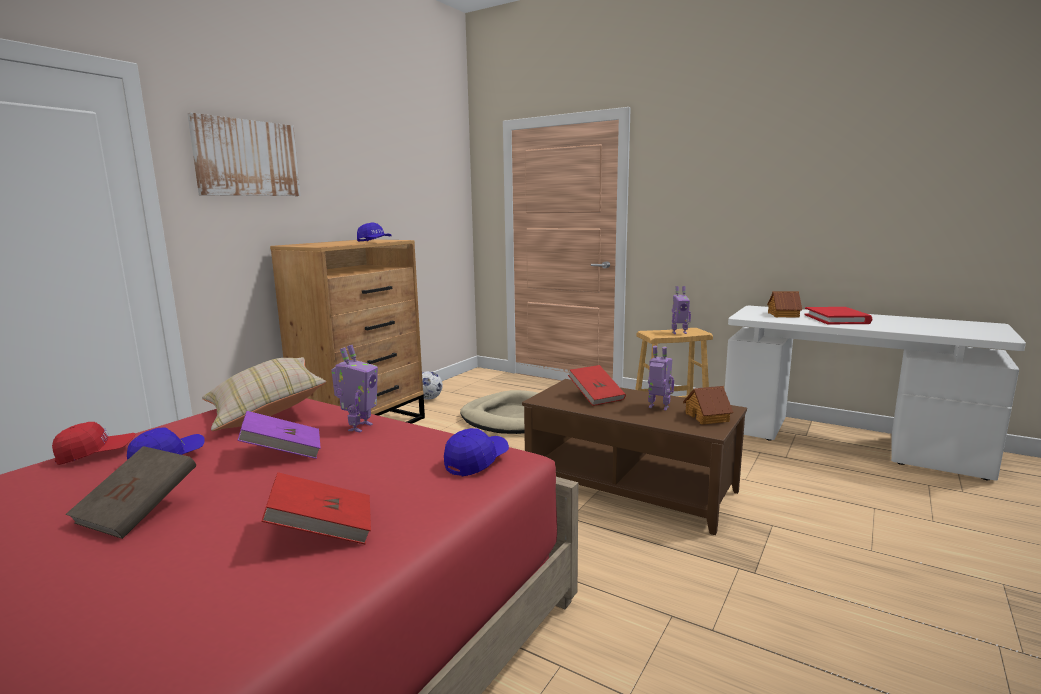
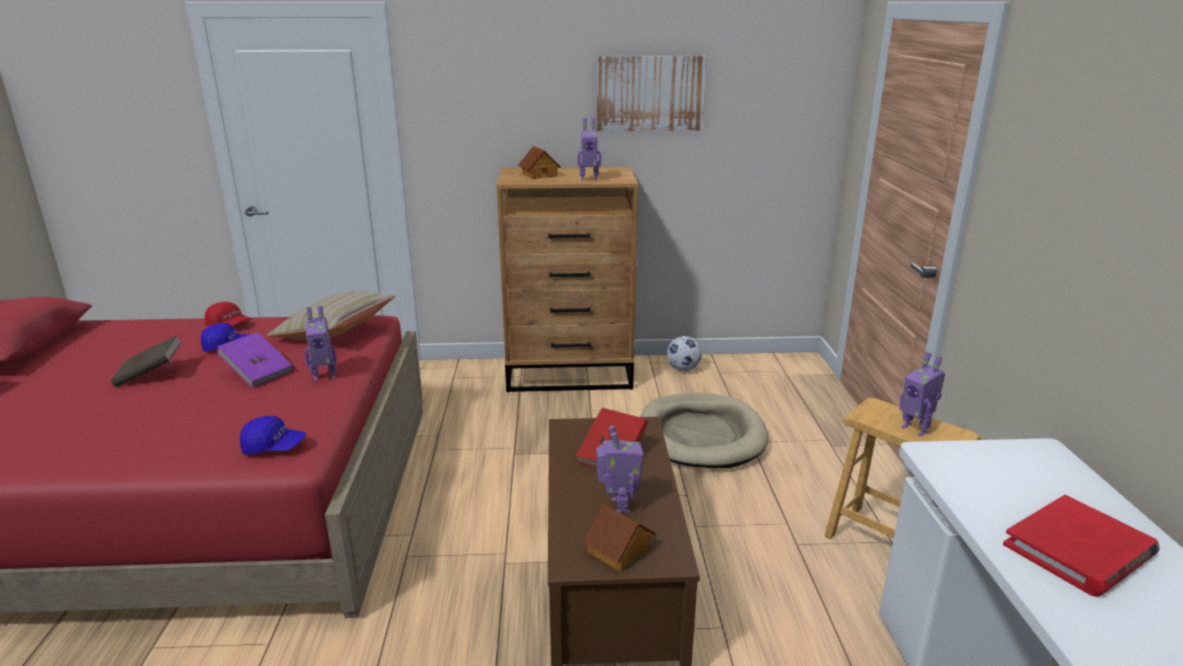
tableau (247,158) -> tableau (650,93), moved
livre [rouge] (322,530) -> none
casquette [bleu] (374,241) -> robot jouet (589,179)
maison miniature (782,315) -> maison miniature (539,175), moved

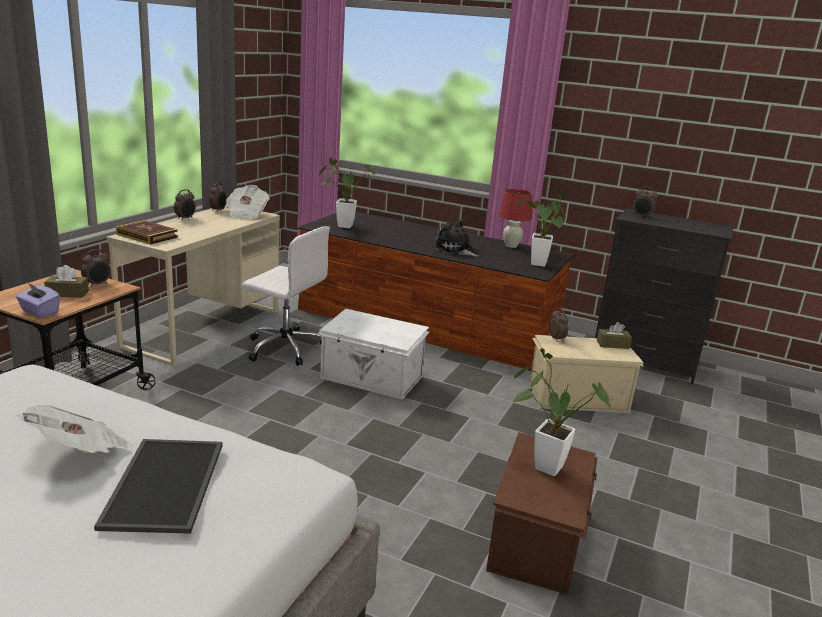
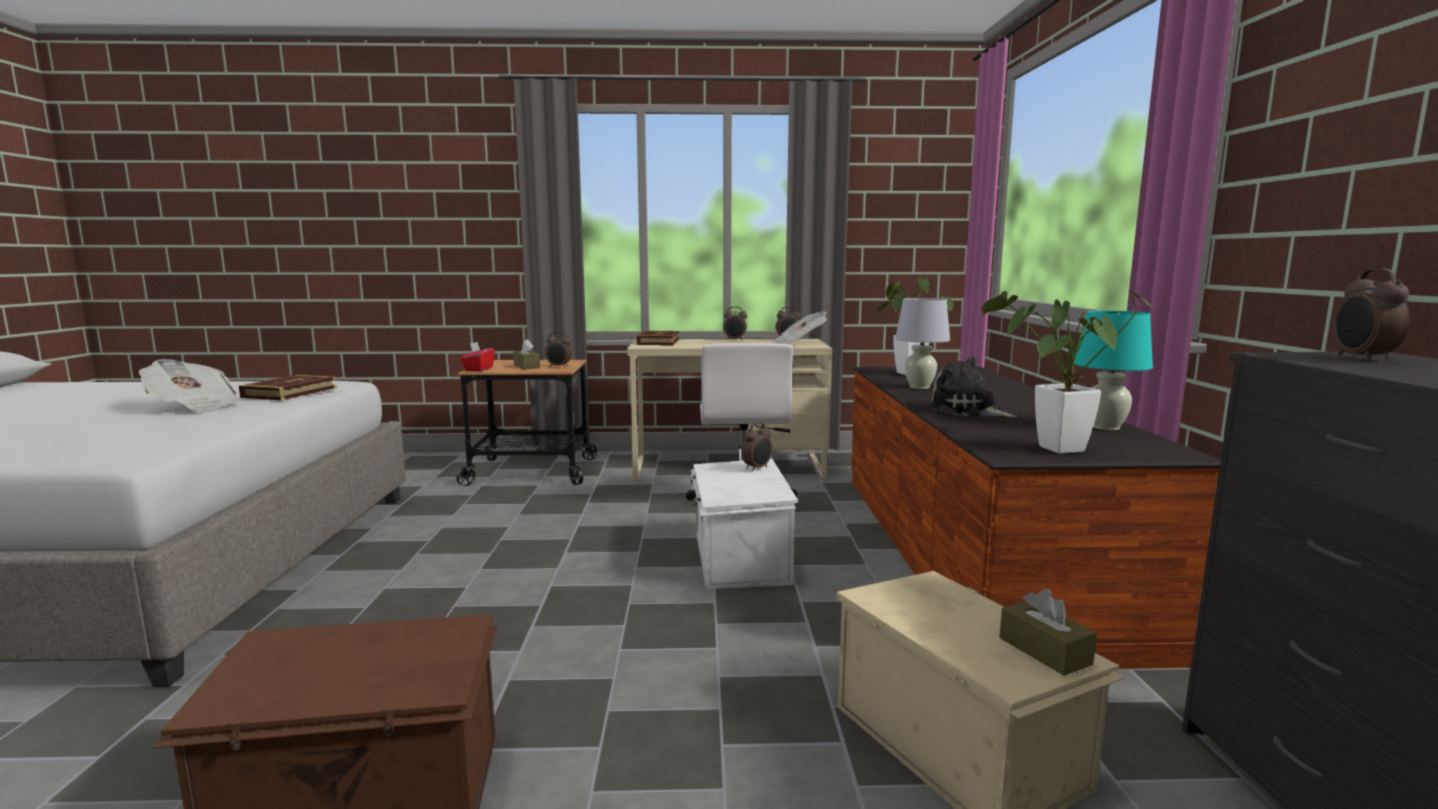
boîte à mouchoirs [violet] (39,312) -> boîte à mouchoirs [rouge] (478,369)
plateau (167,485) -> none
peluche (455,250) -> peluche (968,410), 60 degrees counterclockwise
lampe de table [rouge] (511,246) -> lampe de table [turquoise] (1106,427)
plante en pot (542,465) -> none
réveil (557,339) -> réveil (757,468), moved
none -> livre (290,392)
none -> lampe de table [blanc] (919,387)

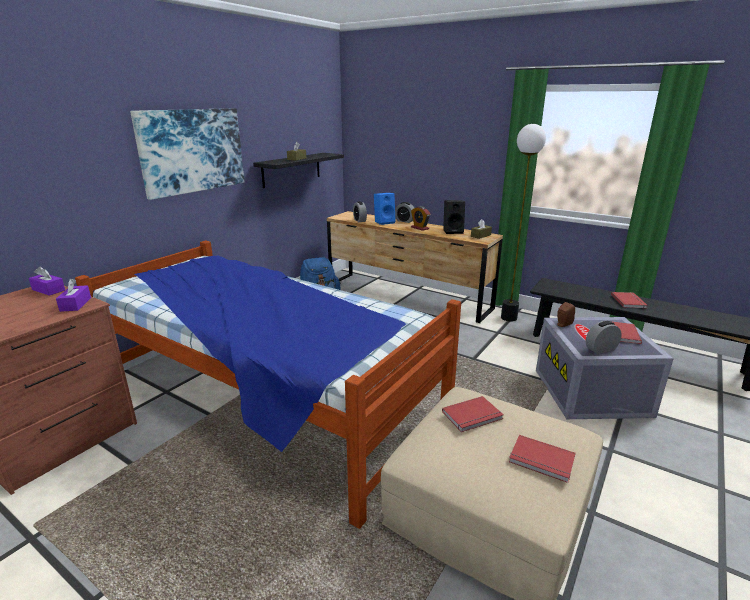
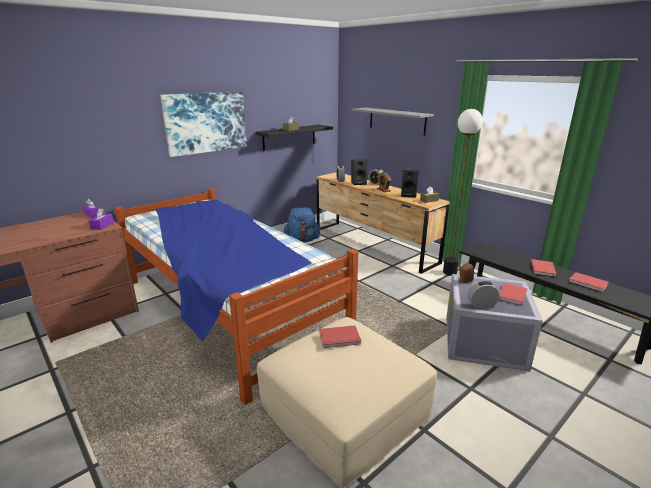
enceinte [bleu] (384,222) -> enceinte [noir] (359,183)
livre [rouge] (541,461) -> livre [rouge] (588,283), moved
none -> étagère [gris] (397,121)

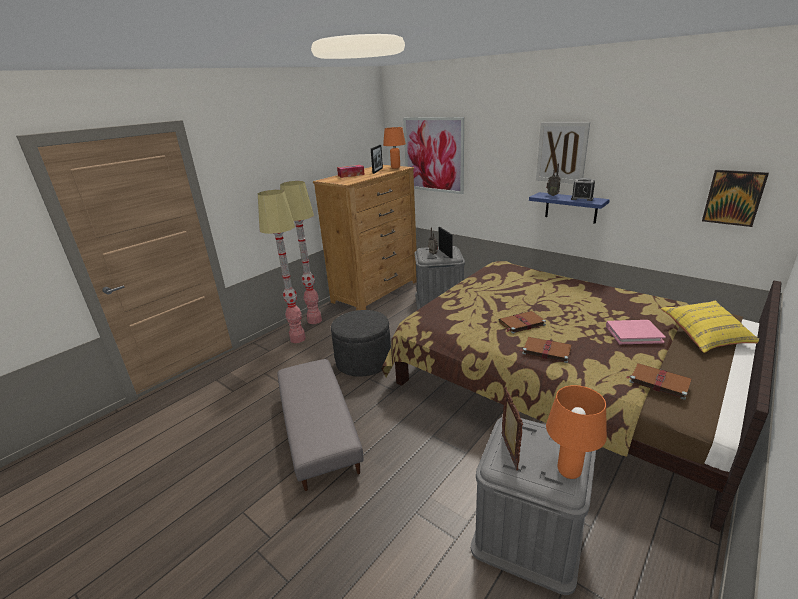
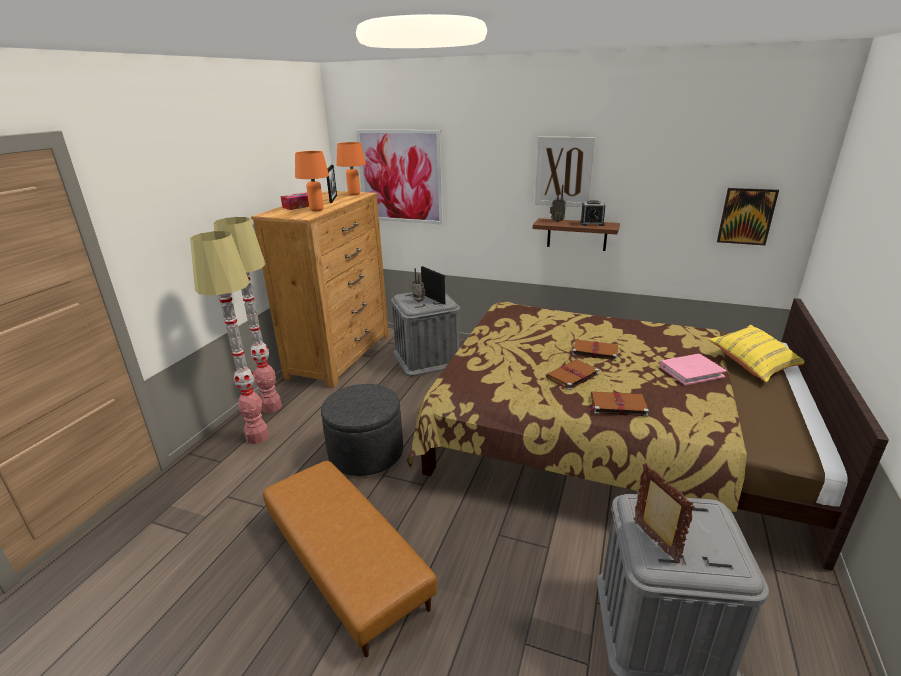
pouf [gris] (318,430) -> pouf [marron] (345,563)
étagère [bleu] (571,207) -> étagère [marron] (577,234)
lampe de table [orange] (569,472) -> lampe de table [orange] (317,210), moved
livre [marron] (658,382) -> livre [marron] (594,351), moved

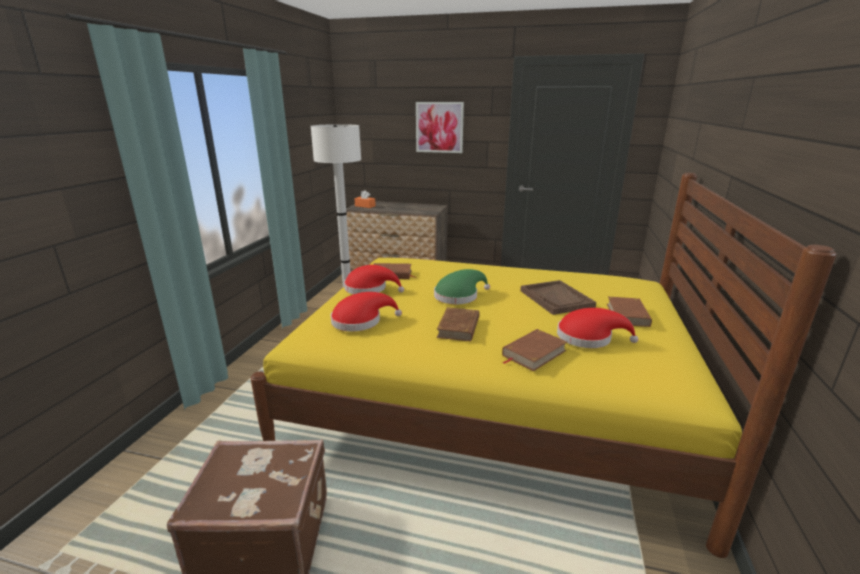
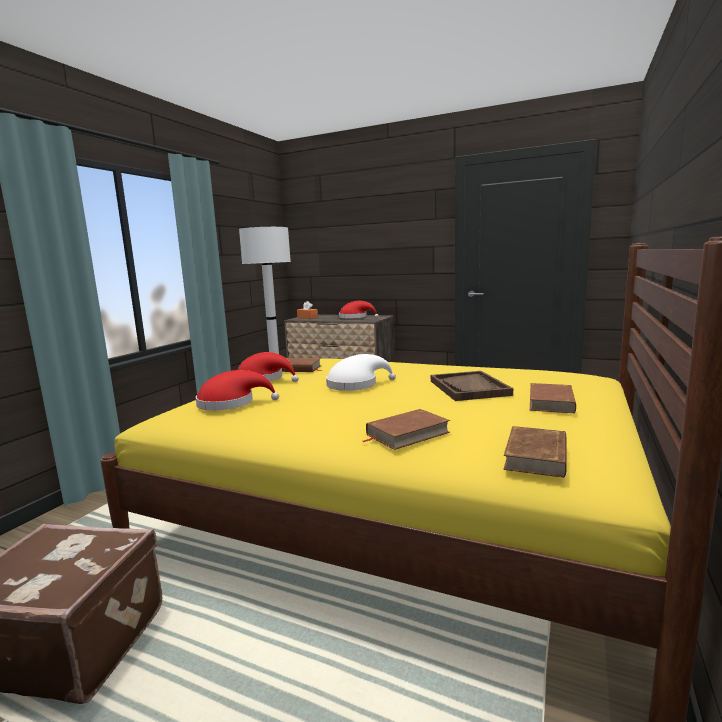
tableau (439,127) -> none
chapeau [vert] (459,296) -> chapeau [blanc] (355,385)
livre [marron] (459,327) -> livre [marron] (537,456), moved
chapeau [rouge] (588,337) -> chapeau [rouge] (355,317), moved

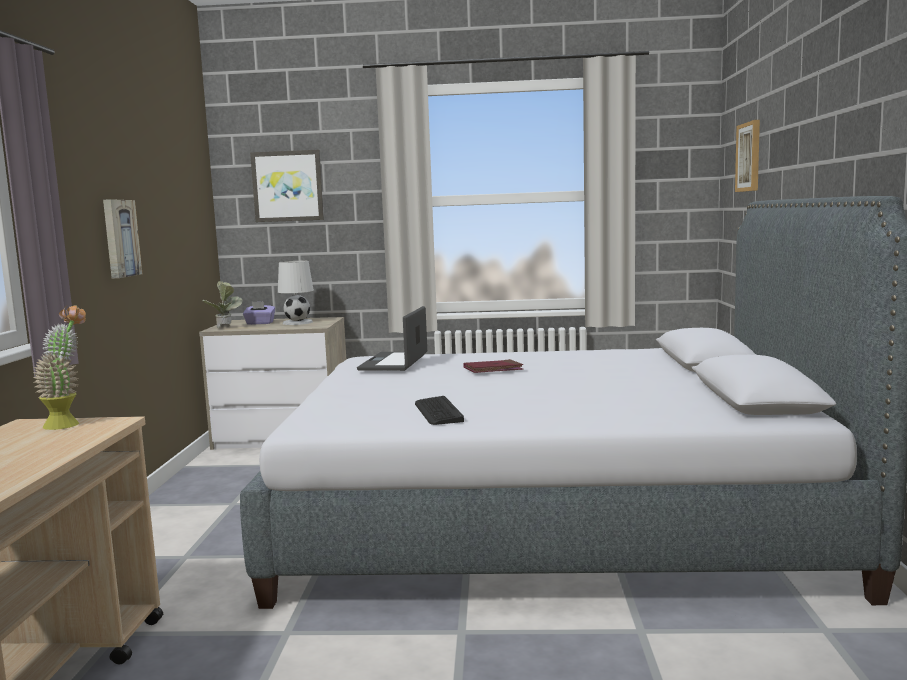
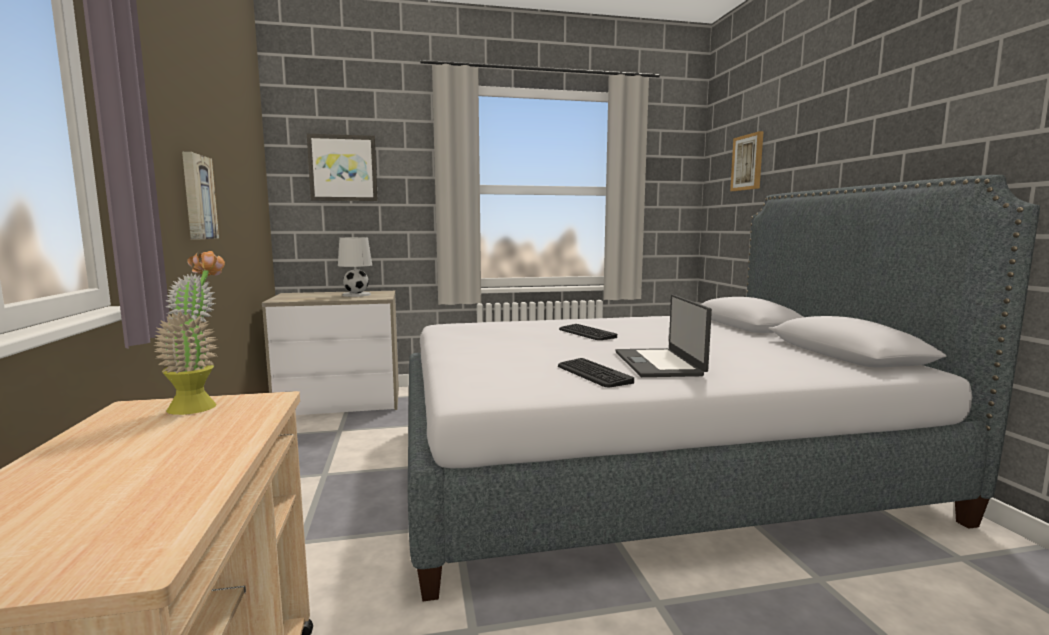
plante en pot (225,328) -> none
boîte à mouchoirs [violet] (260,323) -> none
ordinateur portable (395,362) -> ordinateur portable (659,363), moved
livre [rouge] (493,369) -> clavier (586,333)

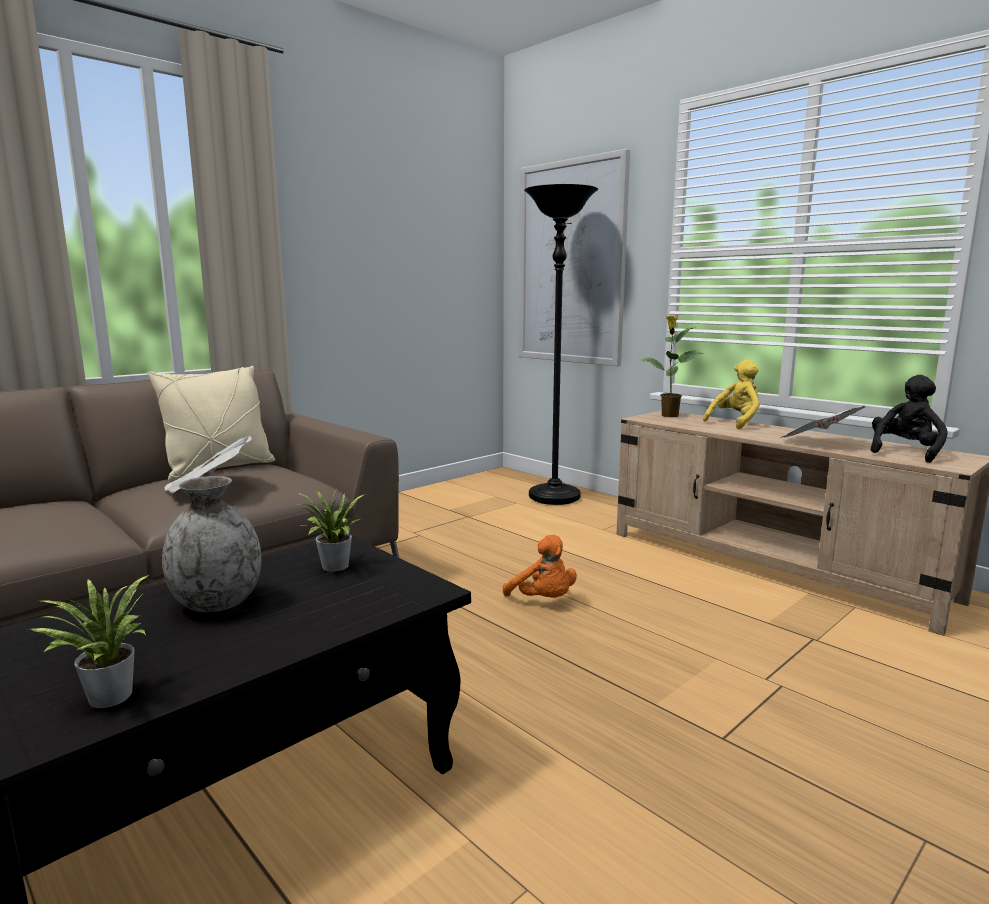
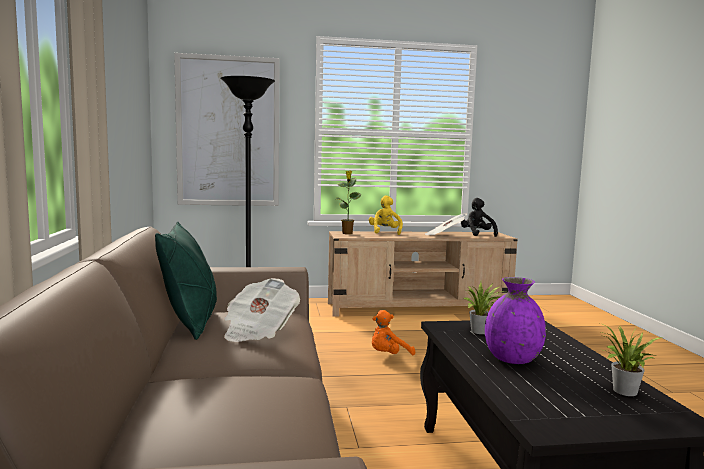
coussin [beige] (219,469) -> coussin [vert] (191,323)
vase [gris] (216,603) -> vase [violet] (512,359)
peluche [orange] (543,600) -> peluche [orange] (388,355), 150 degrees clockwise

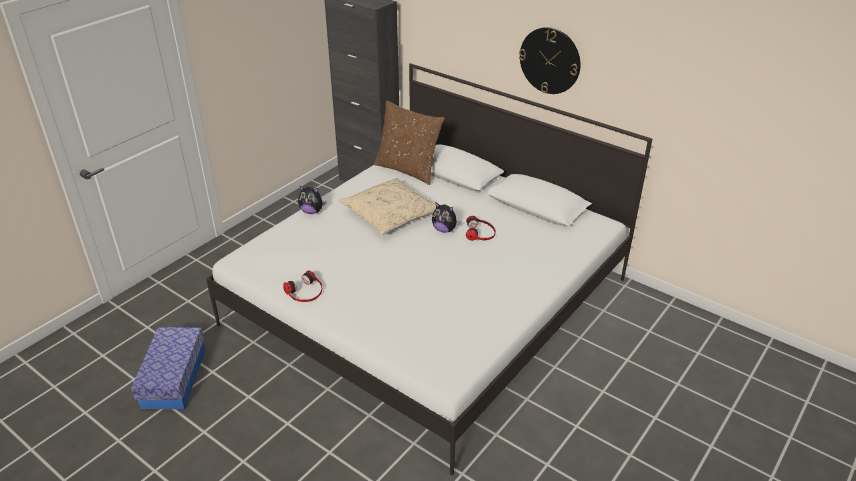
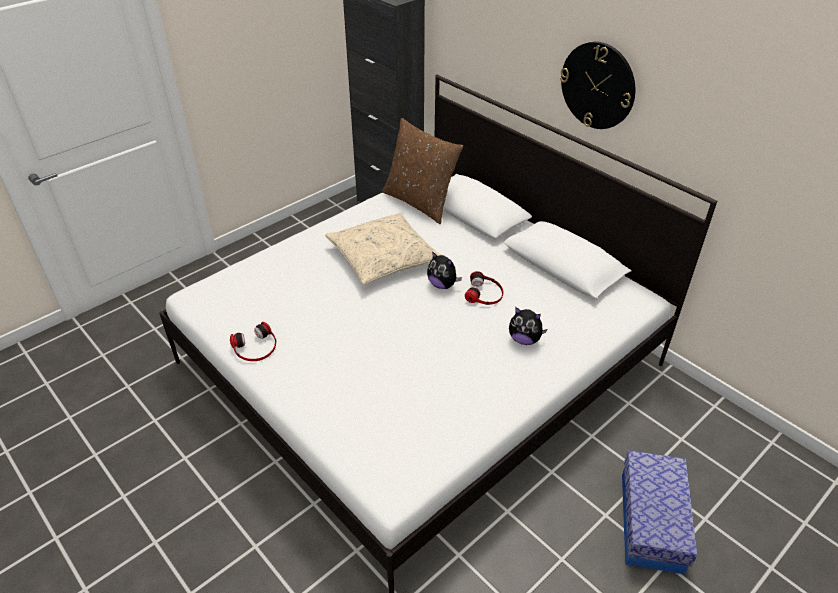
boîte de rangement (174,378) -> boîte de rangement (651,521), moved
peluche (312,211) -> peluche (524,339), moved

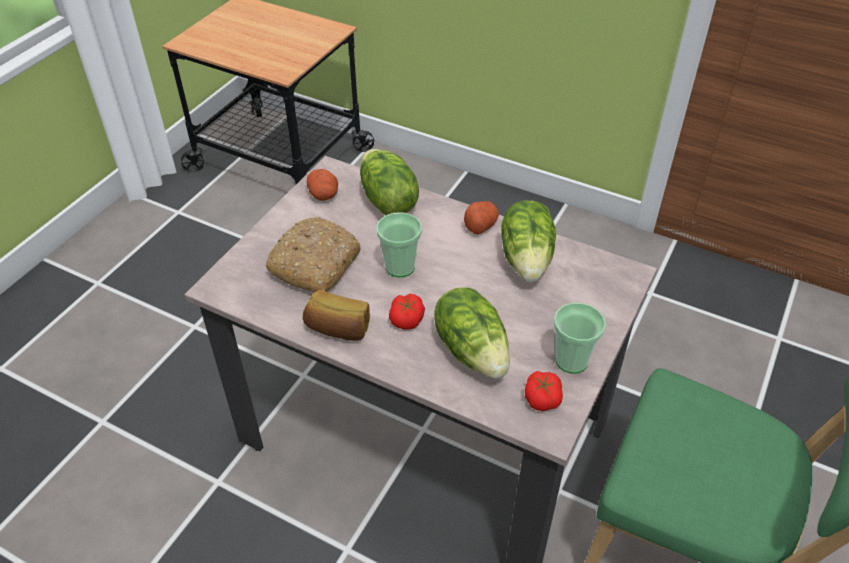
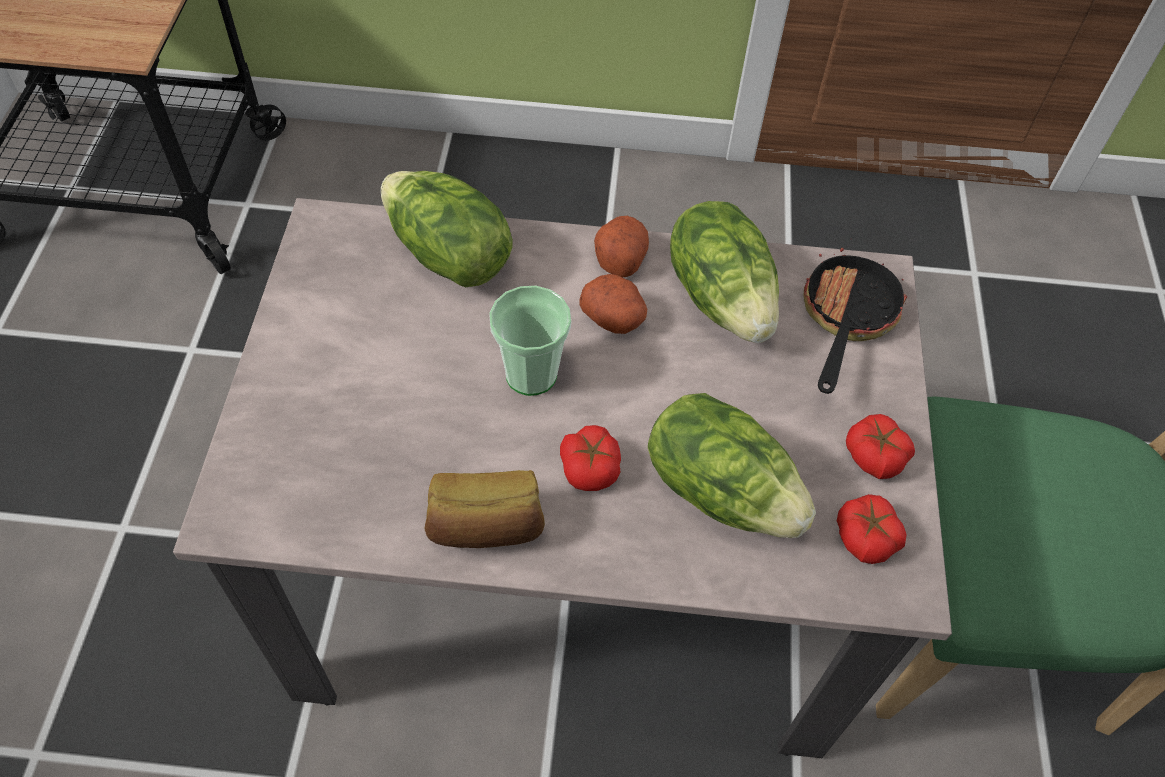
pain (315,263) -> none
pomme de terre (324,194) -> pomme de terre (614,318), moved
tasse (571,360) -> tomate (874,456)
none -> poêle (845,319)

